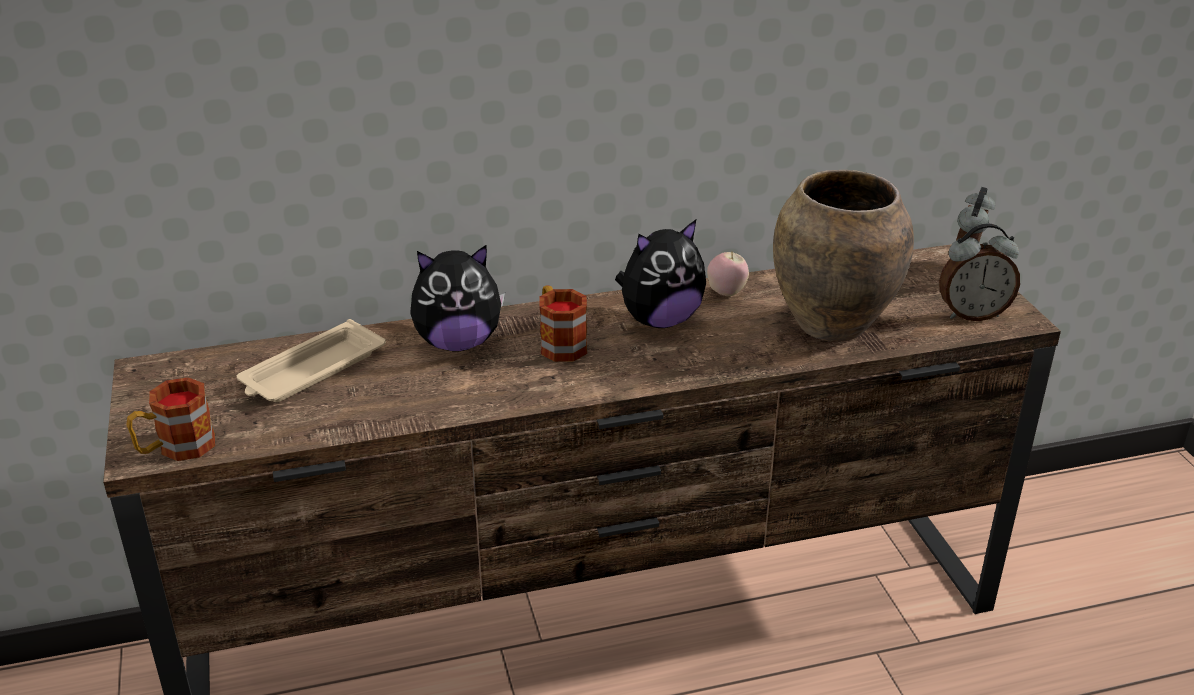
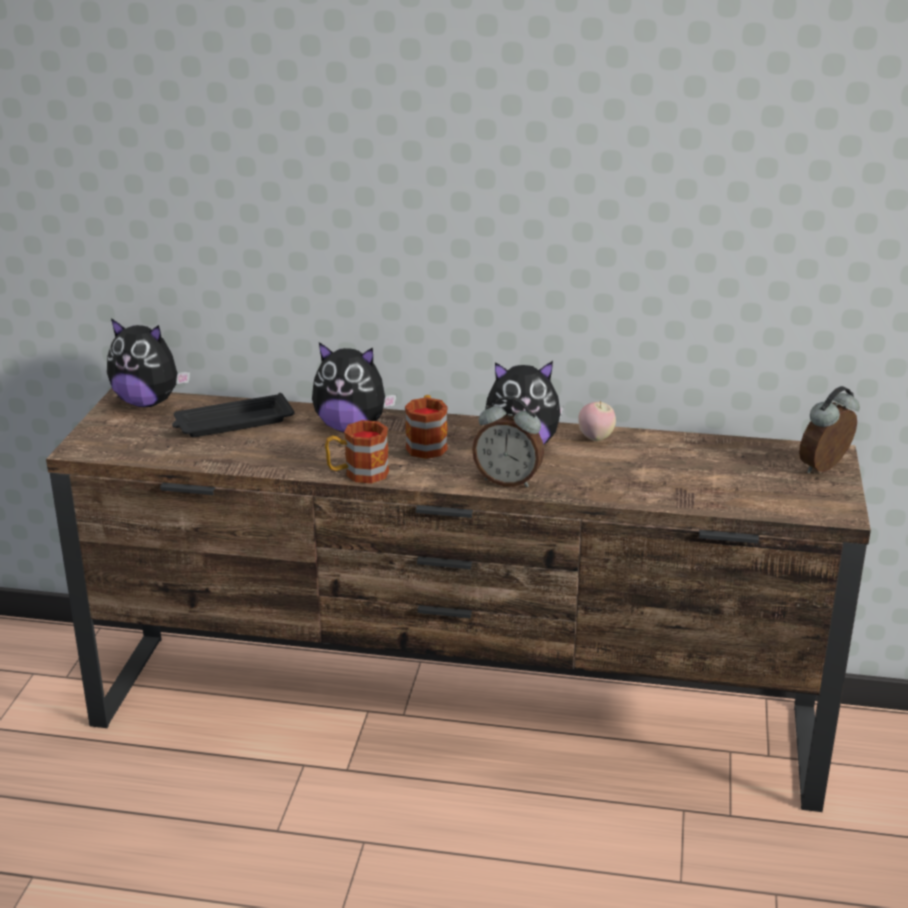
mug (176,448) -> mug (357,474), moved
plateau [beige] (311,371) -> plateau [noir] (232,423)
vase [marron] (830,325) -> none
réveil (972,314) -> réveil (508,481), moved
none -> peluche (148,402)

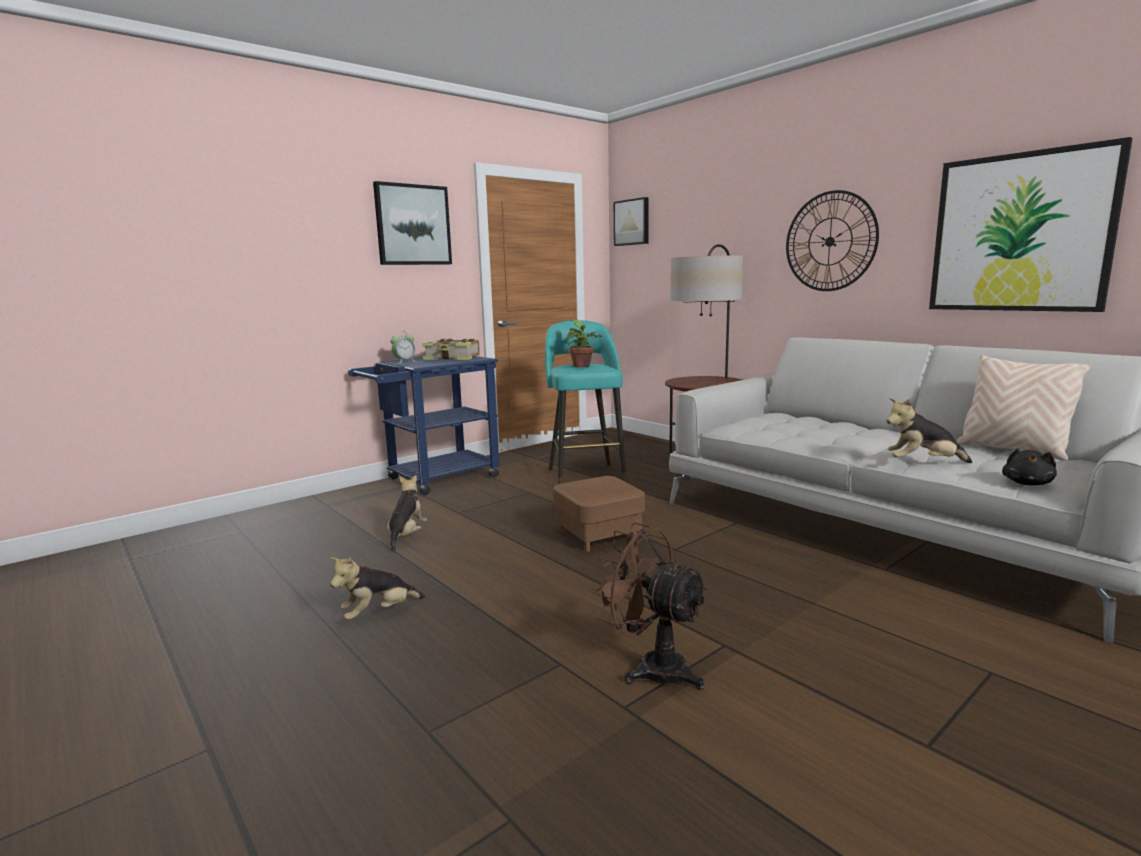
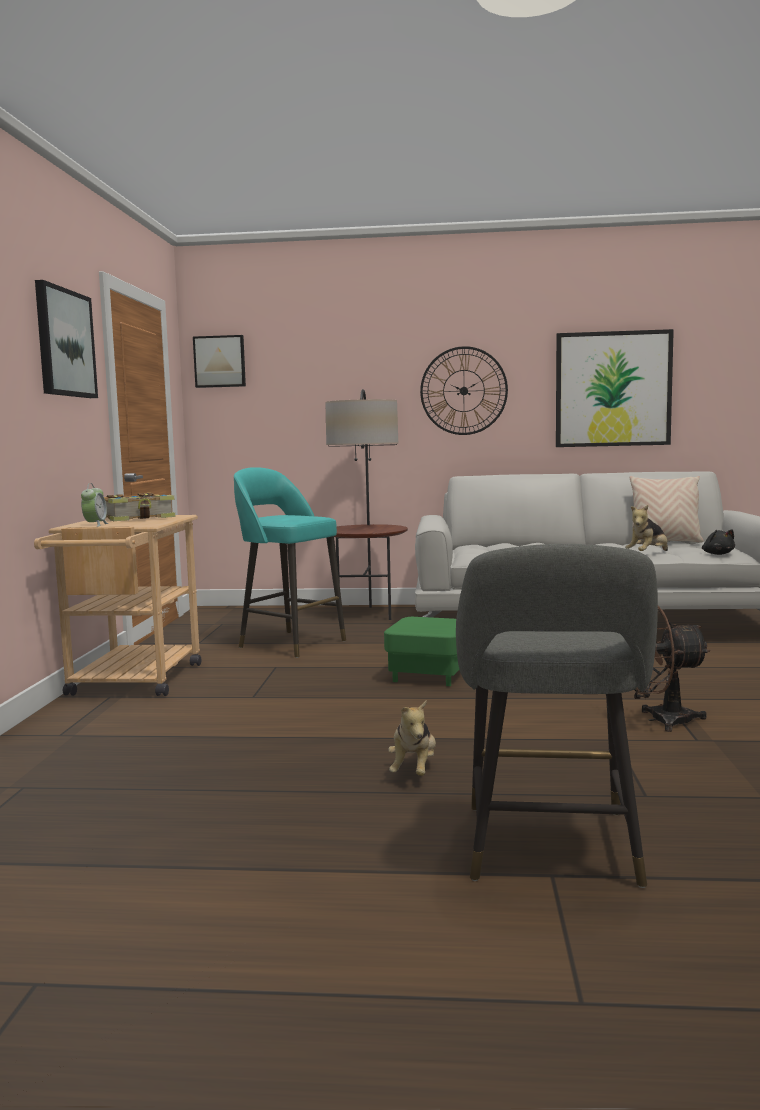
chariot [bleu] (435,479) -> chariot [beige] (132,683)
peluche (406,536) -> none
pouf [marron] (598,536) -> pouf [vert] (429,675)
plante en pot (582,366) -> none
none -> tabouret [gris] (551,850)

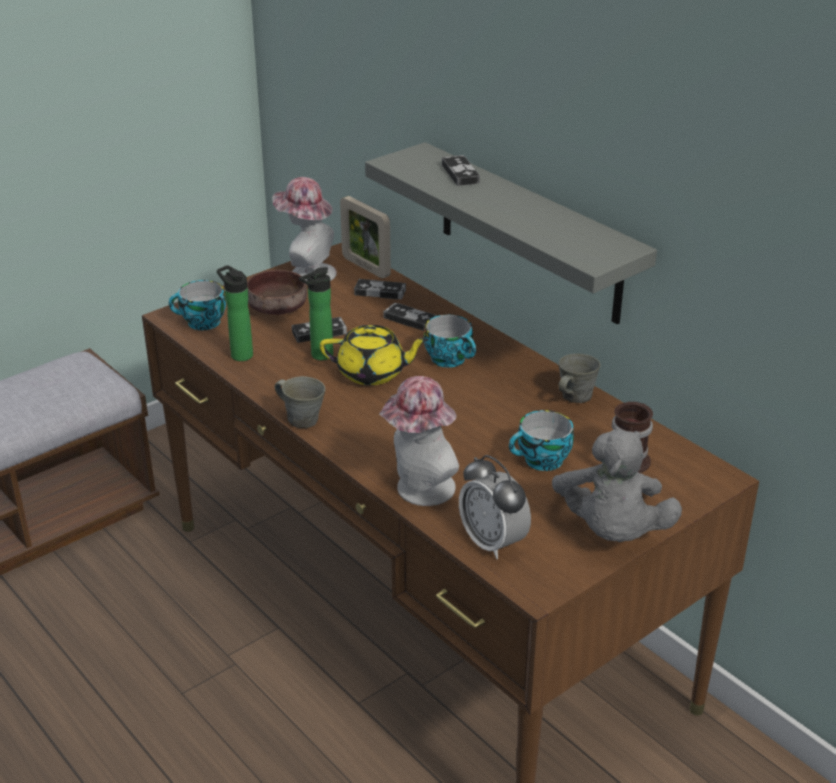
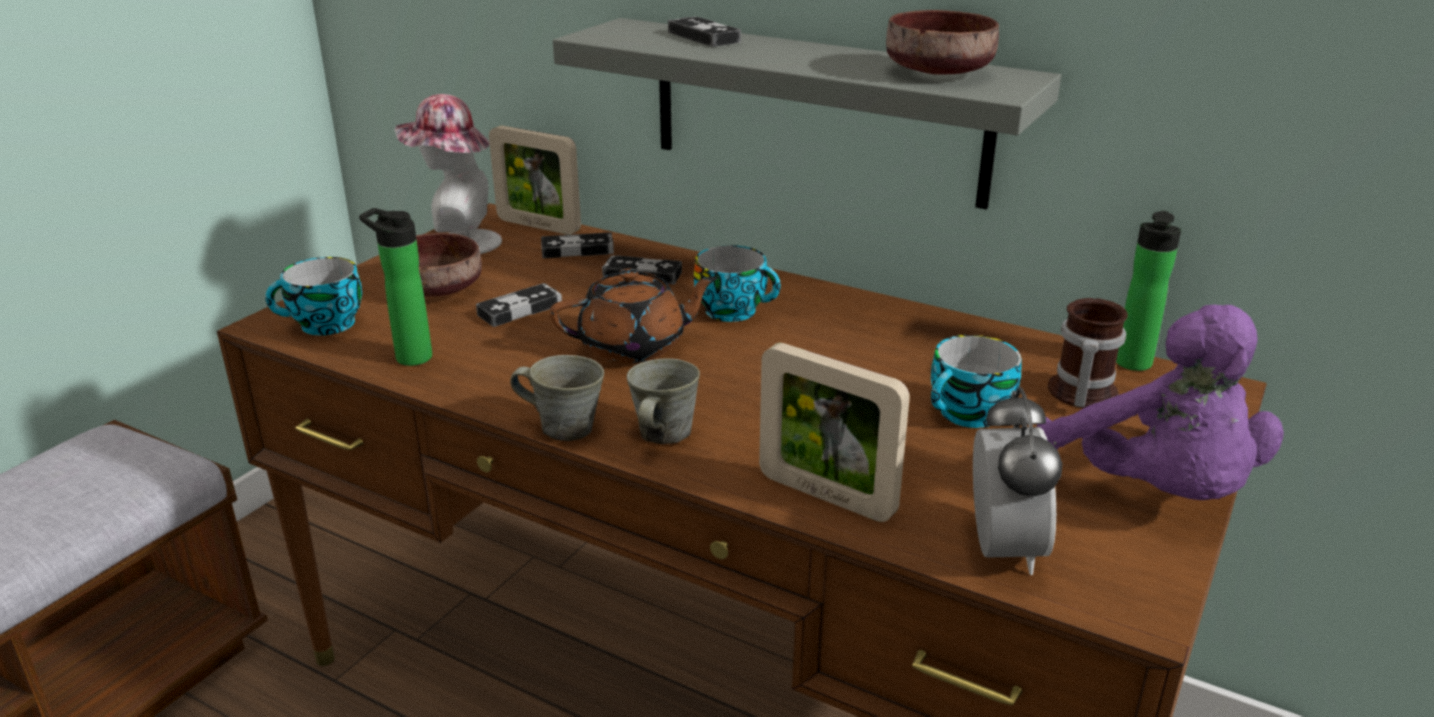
bouteille (319,356) -> bouteille (1132,365), moved
théière [jaune] (373,373) -> théière [marron] (634,346)
chapeau (419,491) -> cadre photo (826,495)
réveil (493,542) -> réveil (1003,550), 120 degrees counterclockwise
peluche [gris] (611,532) -> peluche [violet] (1155,492)
mug [gris] (575,397) -> mug [gris] (663,435), moved
none -> bol [marron] (940,72)

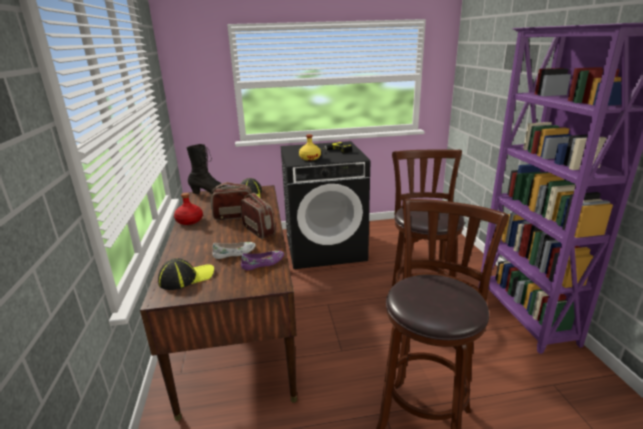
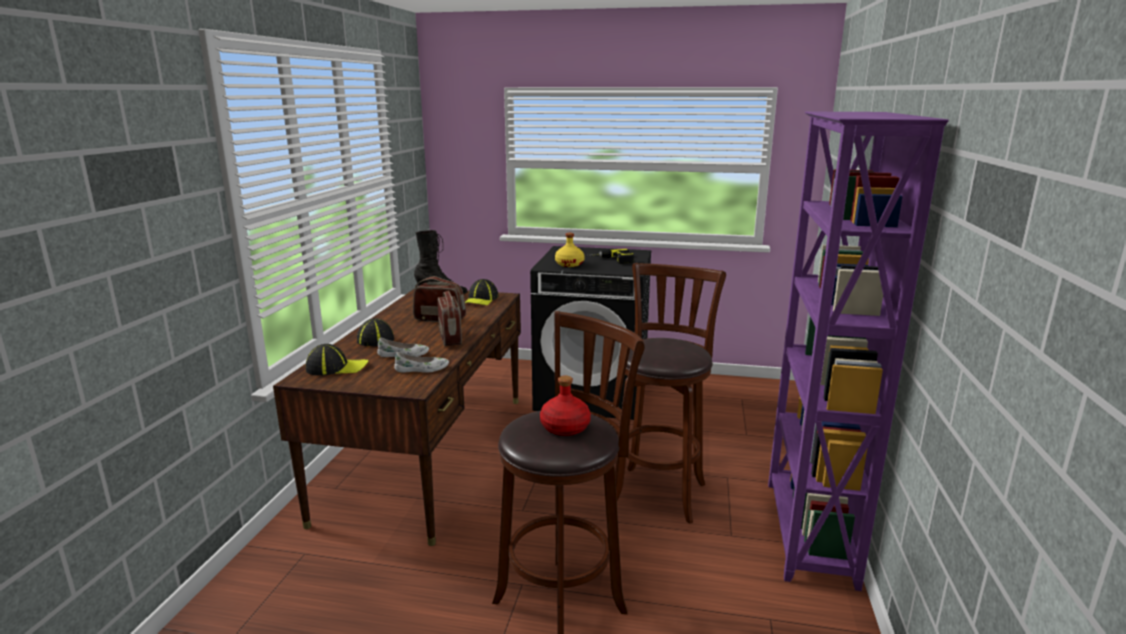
bouteille [rouge] (190,221) -> bouteille [rouge] (565,427), moved
chaussure [violet] (263,263) -> chaussure [blanc] (422,369)
none -> casquette (375,337)

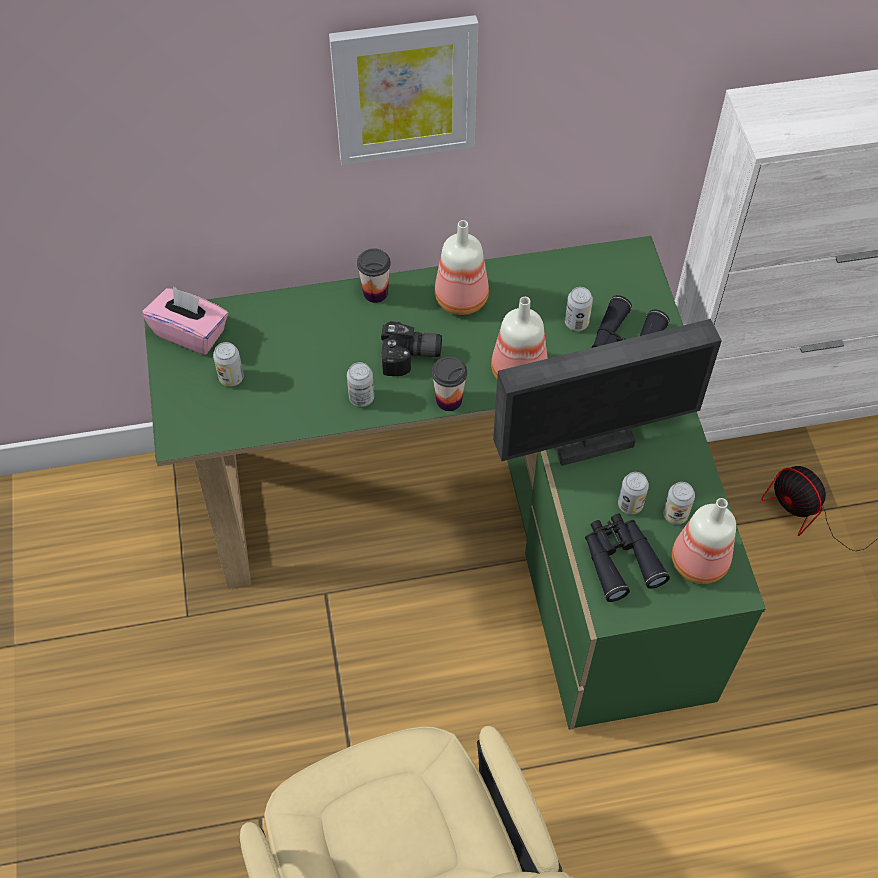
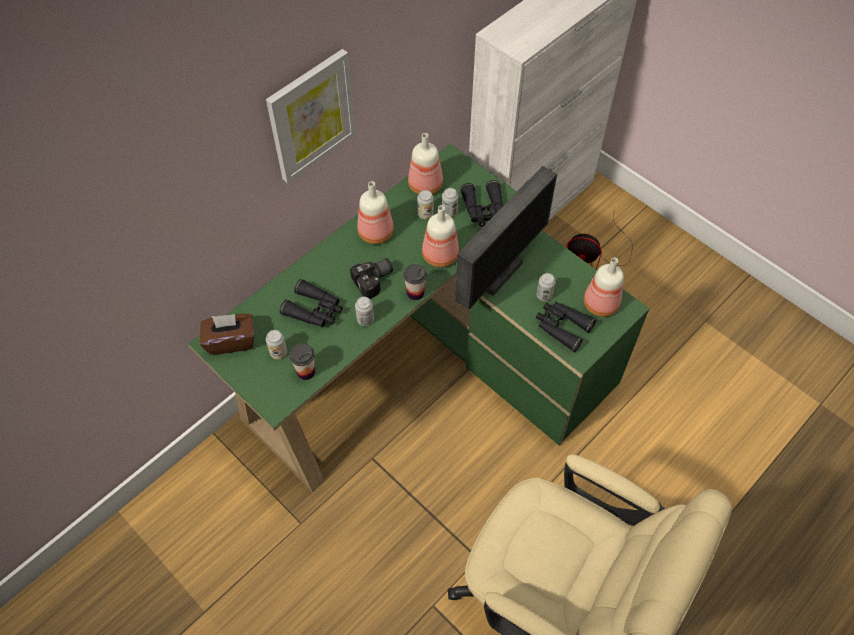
boîte à mouchoirs [rose] (191,333) -> boîte à mouchoirs [marron] (231,341)
tasse (375,293) -> tasse (306,372), moved
boîte métallique (675,514) -> boîte métallique (425,214), moved
none -> jumelles [noir] (315,310)
none -> bouteille (425,184)

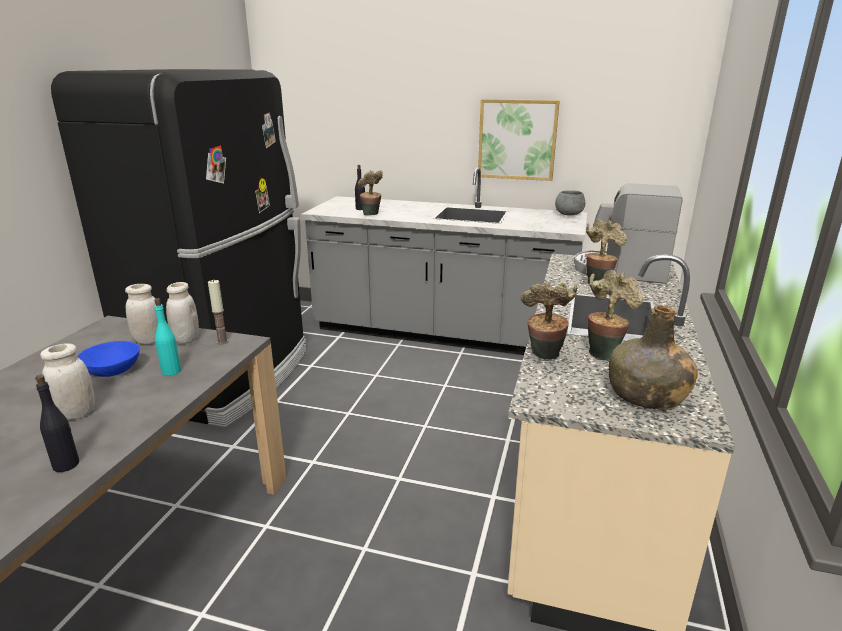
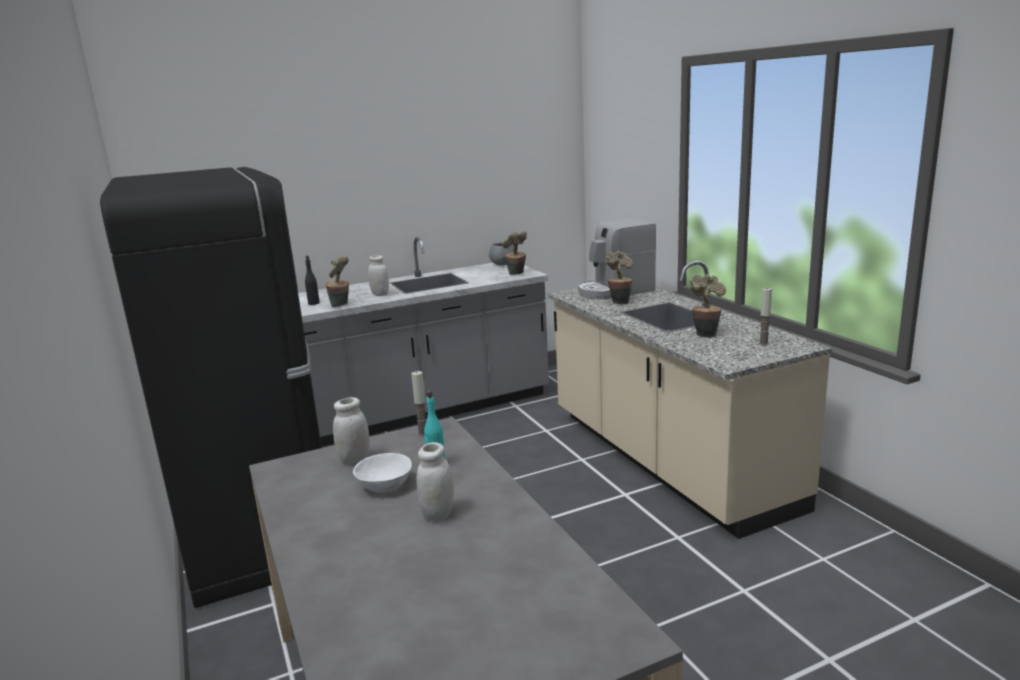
bouteille [noir] (66,464) -> none
bol [bleu] (112,371) -> bol [blanc] (384,486)
bocal [blanc] (186,339) -> bocal [blanc] (380,294), moved
tableau (517,139) -> none
plante en pot (544,357) -> plante en pot (516,274), moved
bouteille [vert] (646,395) -> bougie (763,343)

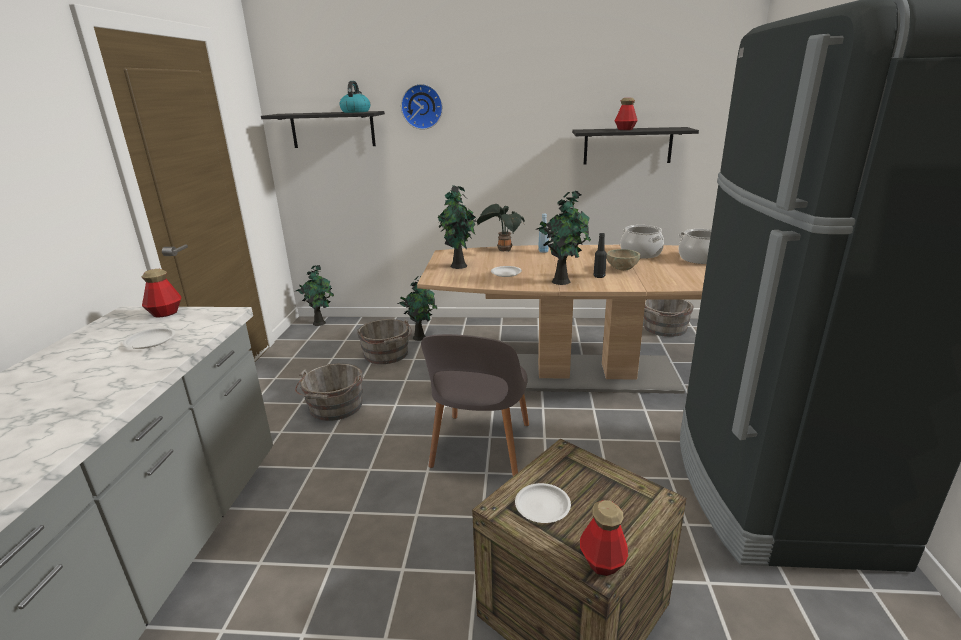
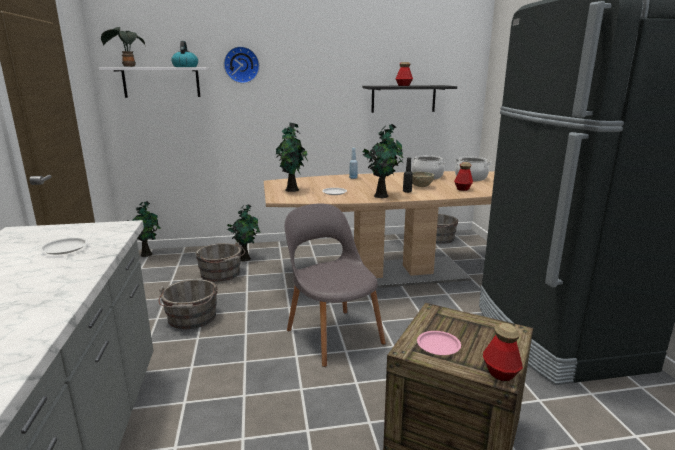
bouteille (165,313) -> bouteille (462,189), moved
étagère [noir] (333,129) -> étagère [blanc] (161,82)
chaise [gris] (480,448) -> chaise [gris] (333,334), 150 degrees clockwise
plante en pot (502,250) -> plante en pot (127,67), moved
assiette [blanc] (542,506) -> assiette [rose] (438,346)

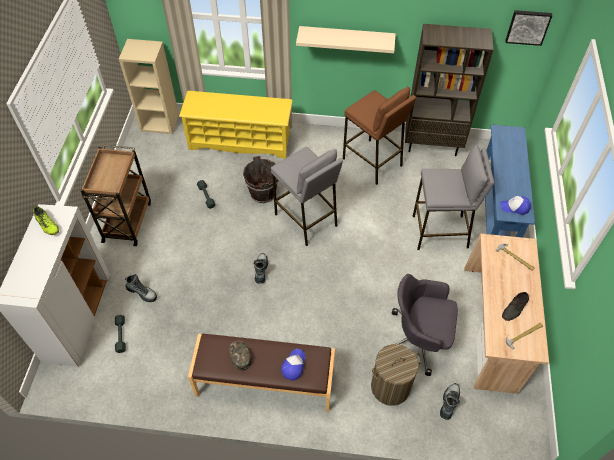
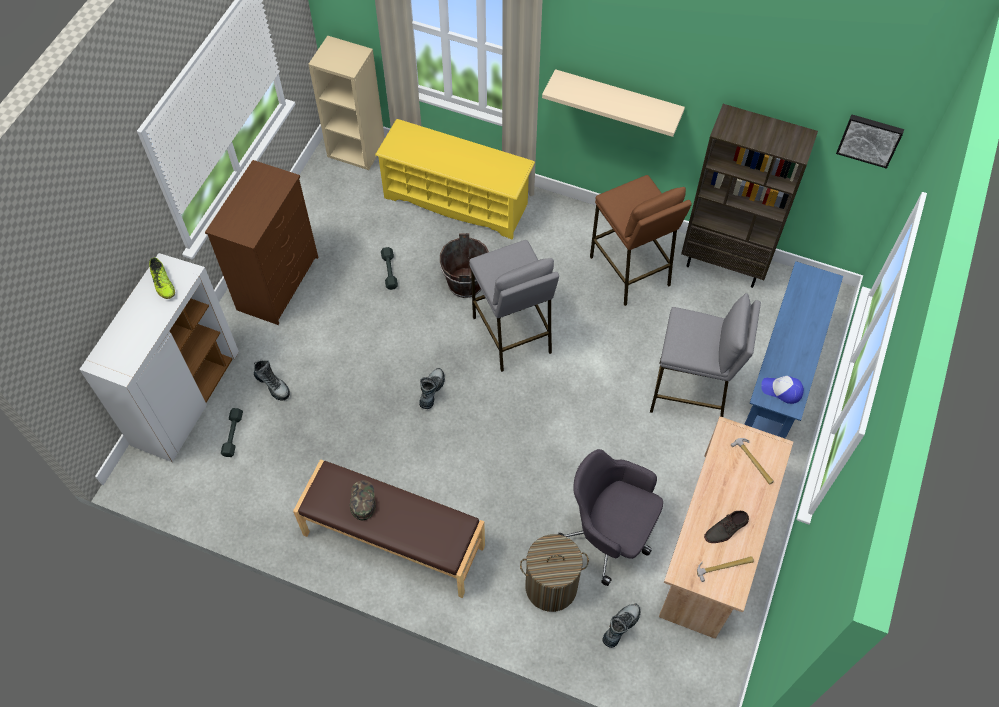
chariot [marron] (127,221) -> commode [marron] (279,283)
casquette (293,365) -> none

